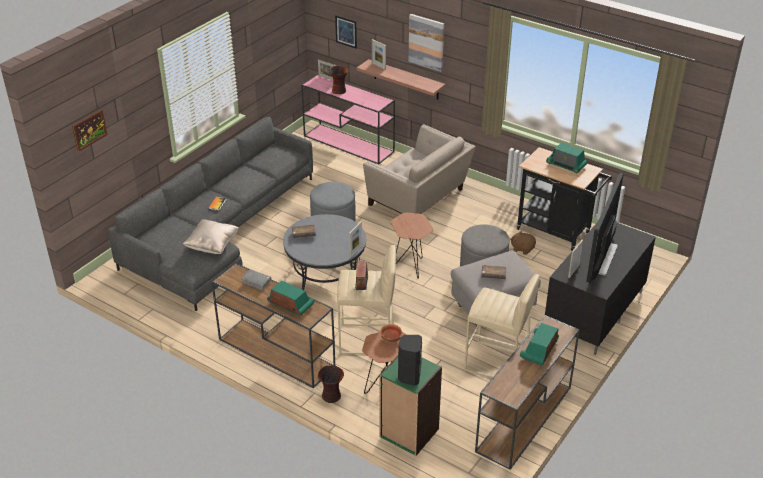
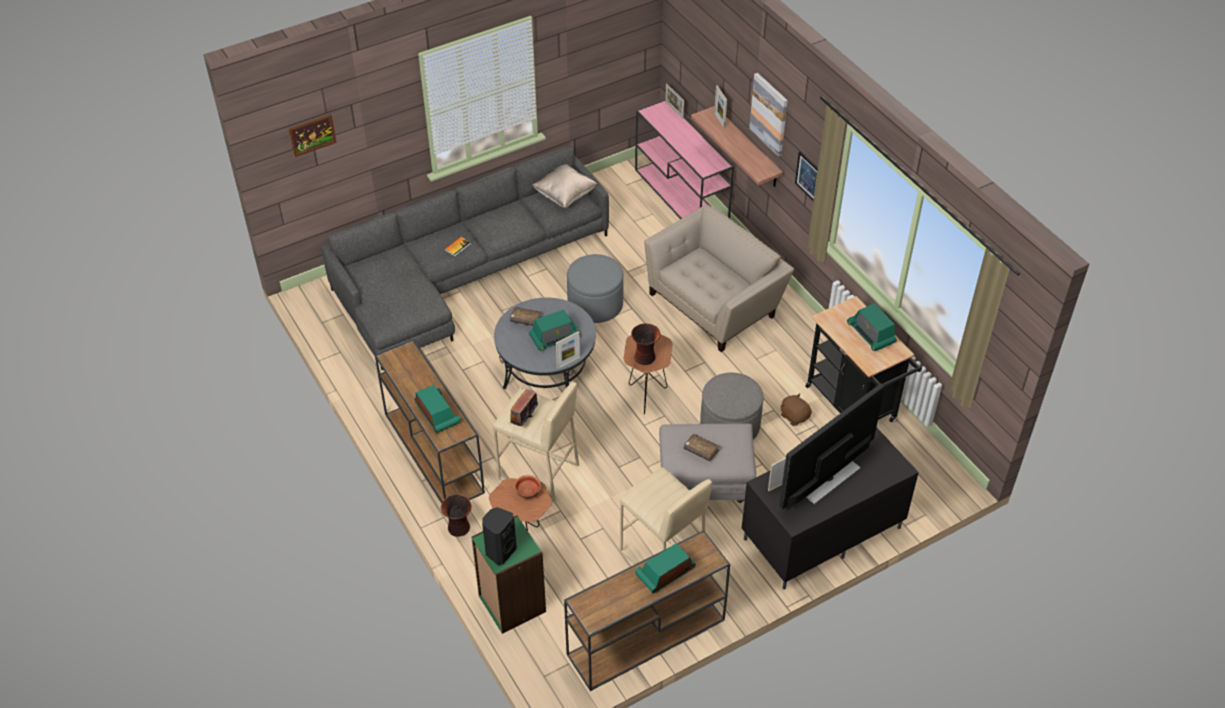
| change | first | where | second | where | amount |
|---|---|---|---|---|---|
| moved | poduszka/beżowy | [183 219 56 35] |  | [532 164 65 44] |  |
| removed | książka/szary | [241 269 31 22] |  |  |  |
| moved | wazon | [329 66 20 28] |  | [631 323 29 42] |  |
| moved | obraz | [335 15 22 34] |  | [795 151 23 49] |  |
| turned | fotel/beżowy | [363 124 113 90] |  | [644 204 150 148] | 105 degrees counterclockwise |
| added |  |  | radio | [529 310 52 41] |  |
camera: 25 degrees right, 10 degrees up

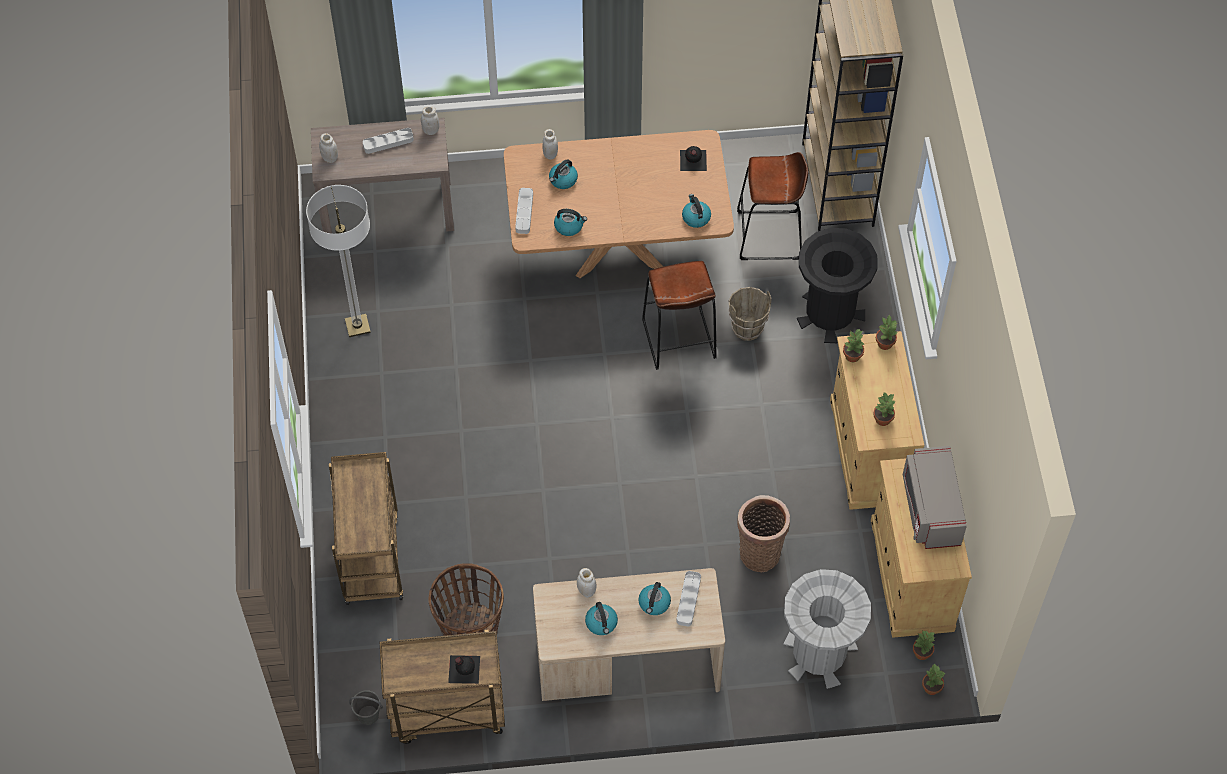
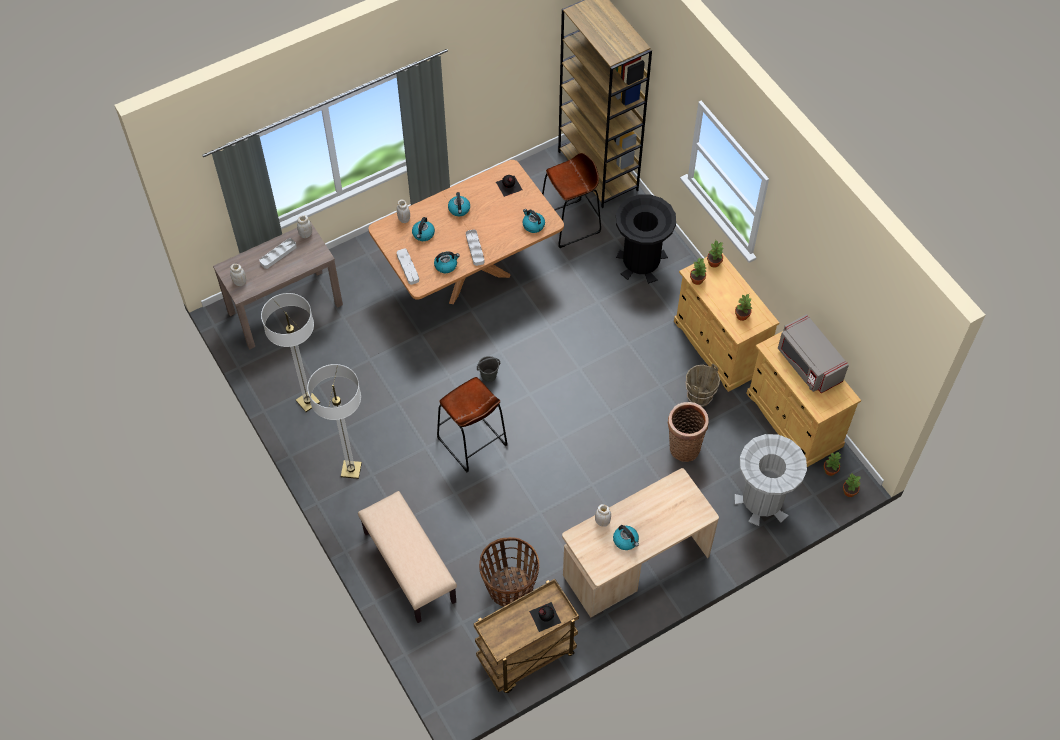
| change | first | where | second | where | amount |
|---|---|---|---|---|---|
| replaced | wózek/brązowy | [329 452 74 153] | ławka/beżowy | [358 491 99 132] |  |
| moved | wiadro/szary | [349 690 34 35] |  | [477 356 23 26] |  |
| moved | czajnik | [638 582 33 33] |  | [448 192 22 24] |  |
| moved | stołek/brązowy | [642 261 75 109] |  | [437 377 70 95] |  |
| moved | taca/szary | [676 571 25 55] |  | [466 229 18 37] |  |
| moved | wiadro/brązowy | [729 287 43 54] |  | [686 363 34 44] |  |
| added |  |  | lampa stojąca | [307 364 55 115] |  |
camera: 25 degrees left, 0 degrees up

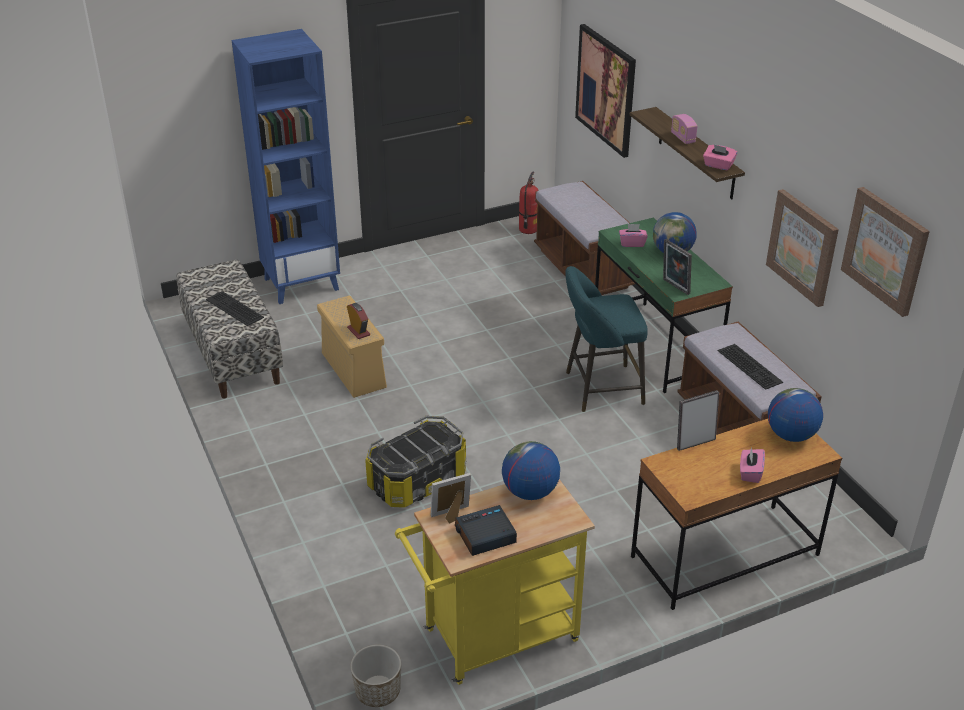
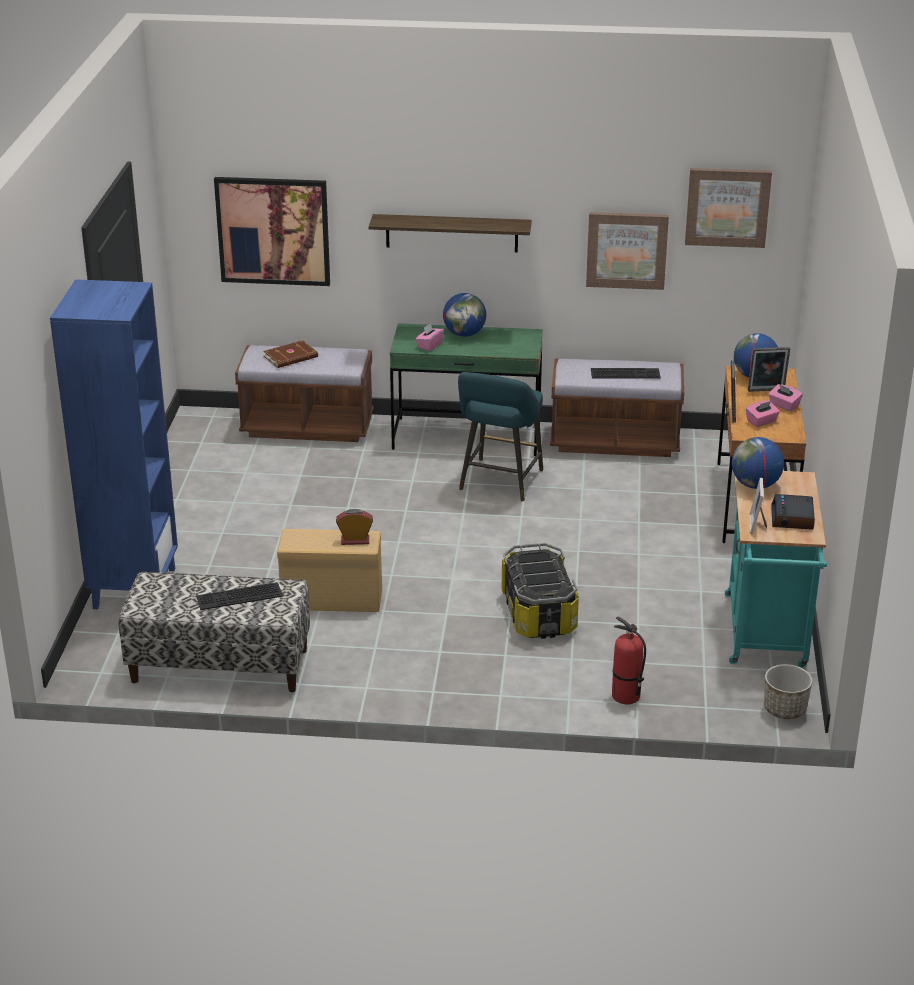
| change | first | where | second | where | amount |
|---|---|---|---|---|---|
| recoloured | wózek/żółty | [395 479 200 206] | wózek/turkusowy | [725 471 102 197] |  |
| moved | gaśnica | [519 172 20 62] |  | [612 617 34 87] |  |
| moved | ramka na zdjęcie | [663 239 29 56] |  | [748 347 42 45] |  |
| removed | radio | [671 114 27 30] |  |  |  |
| moved | pudełko chusteczek/różowy | [703 144 34 27] |  | [746 401 34 26] |  |
| added |  |  | książka/brązowy | [263 340 55 28] |  |
camera: 60 degrees left, 5 degrees down

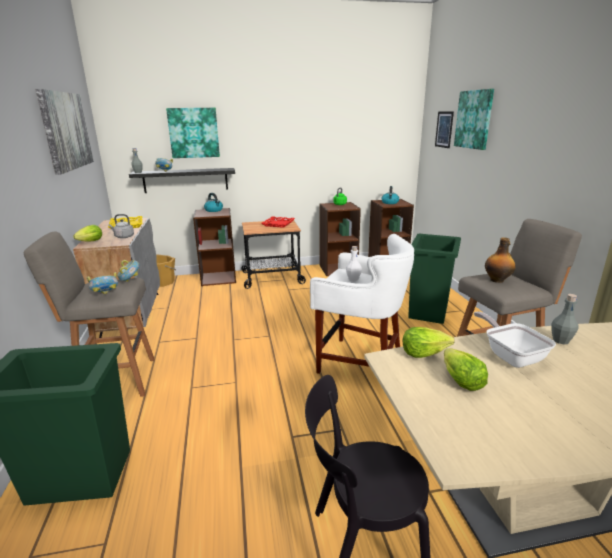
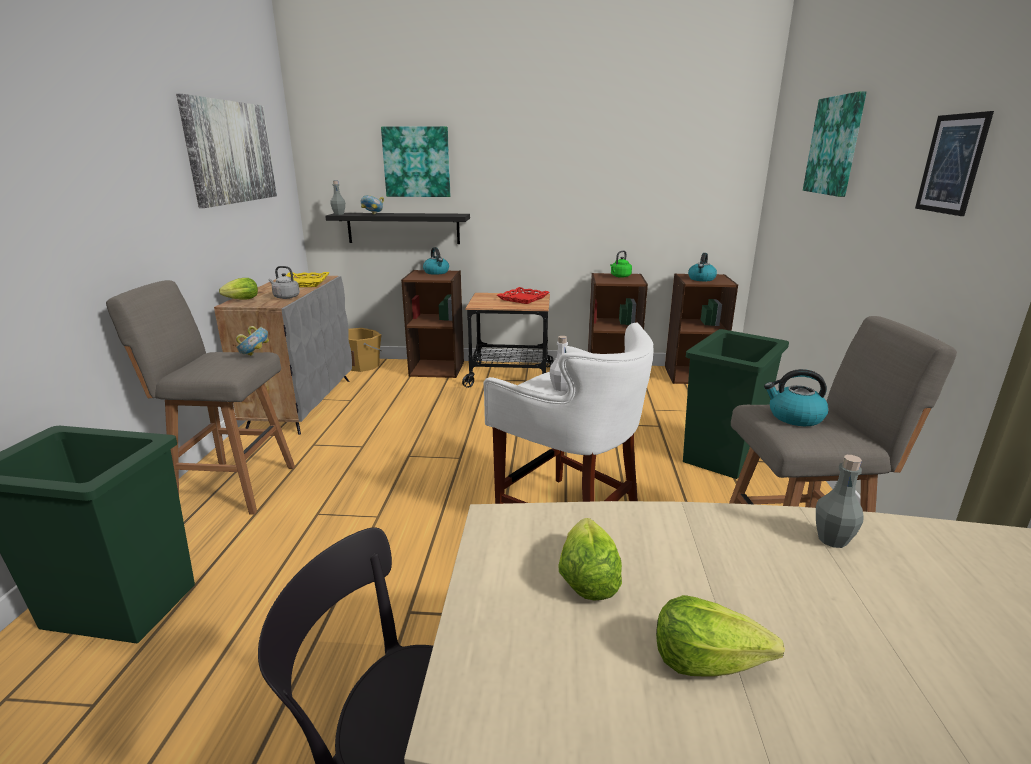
| change | first | where | second | where | amount |
|---|---|---|---|---|---|
| removed | miska | [87 272 31 22] |  |  |  |
| moved | sałata | [403 327 52 31] |  | [656 595 129 82] |  |
| moved | obraz | [435 111 19 37] |  | [915 111 79 105] |  |
| removed | patelnia | [474 311 82 57] |  |  |  |
| replaced | butelka | [485 237 30 46] | czajnik | [764 369 64 57] |  |
camera: 15 degrees right, 0 degrees up

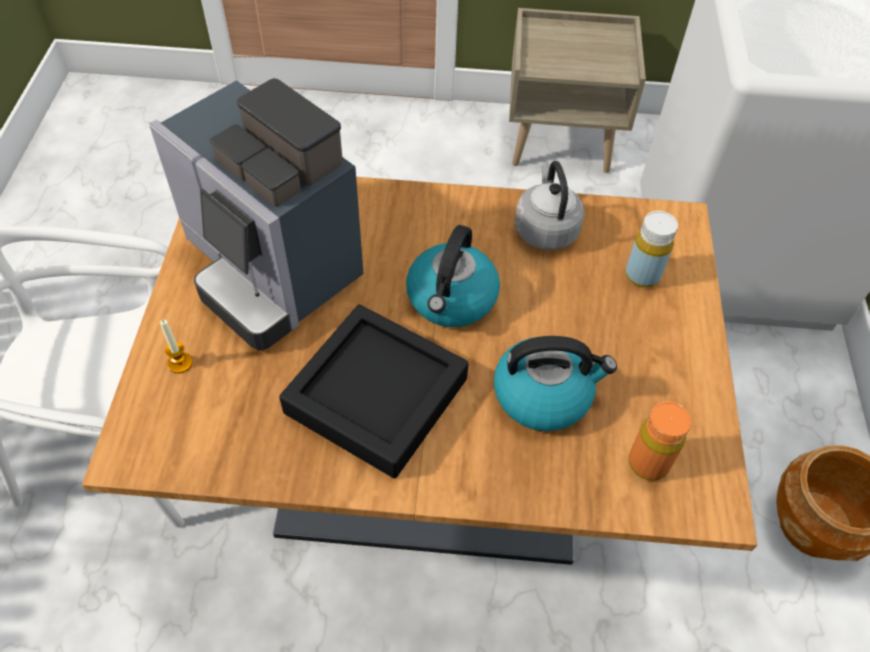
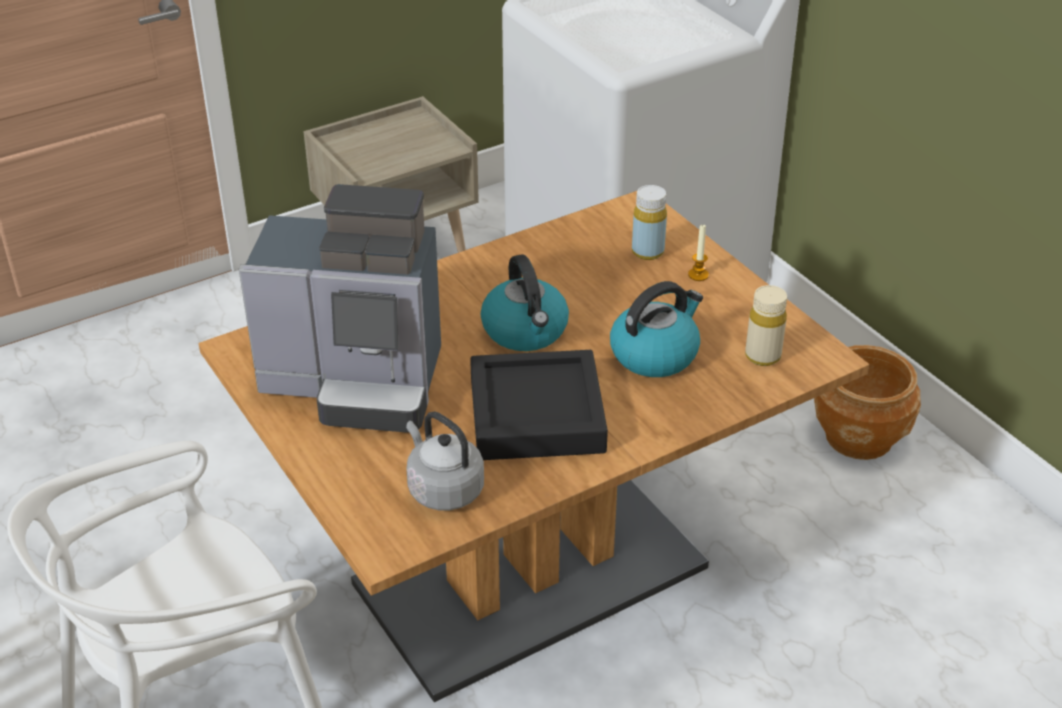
| change | first | where | second | where | amount |
|---|---|---|---|---|---|
| moved | świeca | [160 320 33 53] |  | [688 225 21 56] |  |
| moved | czajnik/szary | [515 161 69 89] |  | [406 411 78 99] |  |
| recoloured | butelka/pomarańczowy | [628 401 63 80] | butelka/beżowy | [745 285 42 81] |  |
camera: 35 degrees left, 15 degrees down

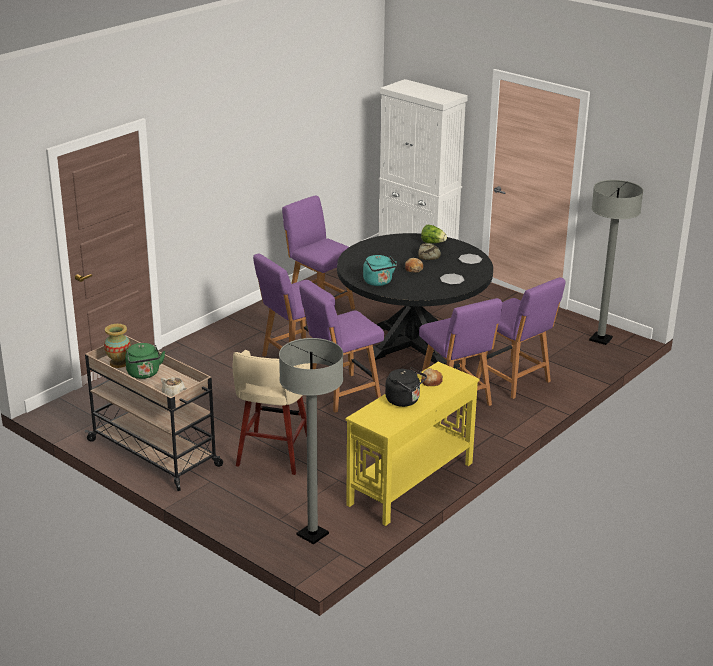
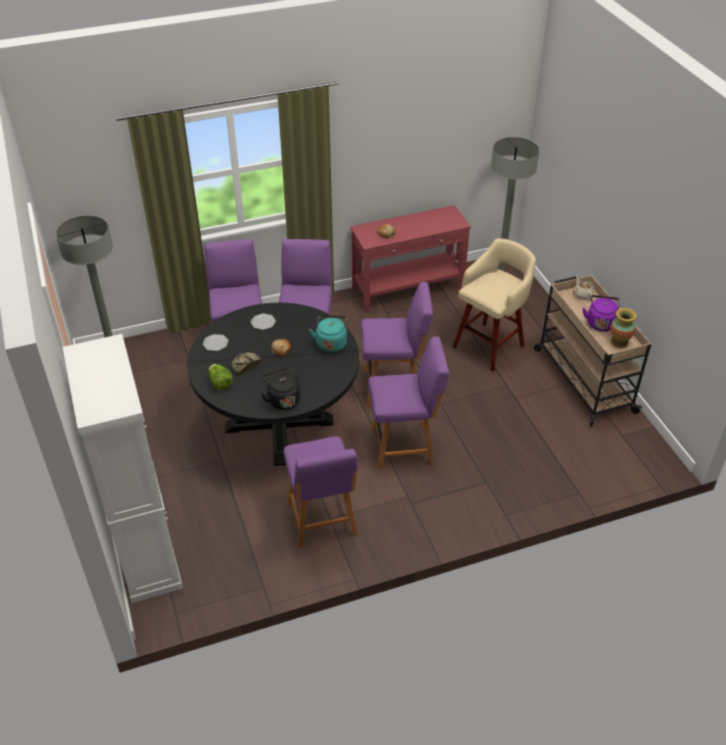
| change | first | where | second | where | amount |
|---|---|---|---|---|---|
| recoloured | czajnik/zielony | [125 343 40 36] | czajnik/fioletowy | [583 295 36 36] |  |
| recoloured | stolik konsolowy/żółty | [345 362 134 164] | stolik konsolowy/czerwony | [350 205 121 107] |  |
| moved | czajnik/czarny | [385 367 42 40] |  | [261 367 39 43] |  |
camera: 150 degrees left, 15 degrees up

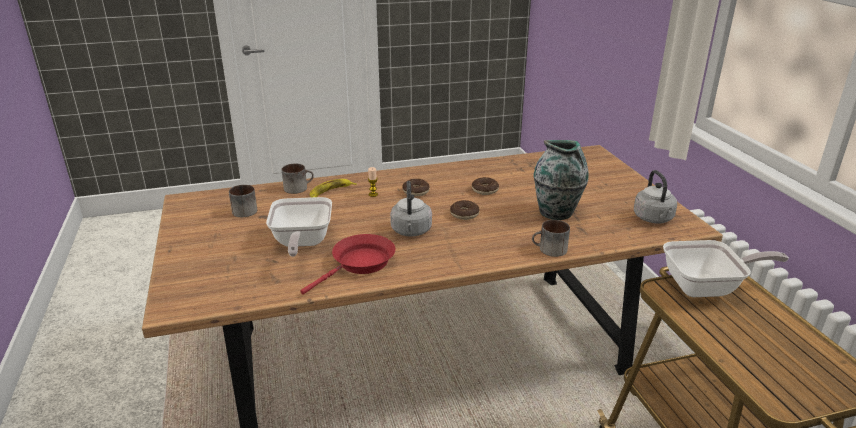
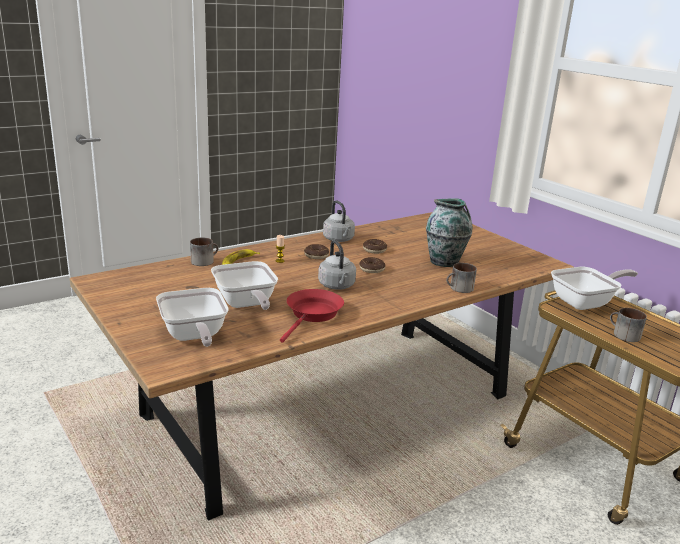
| change | first | where | second | where | amount |
|---|---|---|---|---|---|
| moved | kubek | [229 185 28 32] |  | [610 308 37 34] |  |
| moved | czajnik/szary | [634 170 43 53] |  | [323 200 32 42] |  |
| added |  |  | patelnia | [156 288 73 59] |  |
camera: 20 degrees left, 5 degrees down

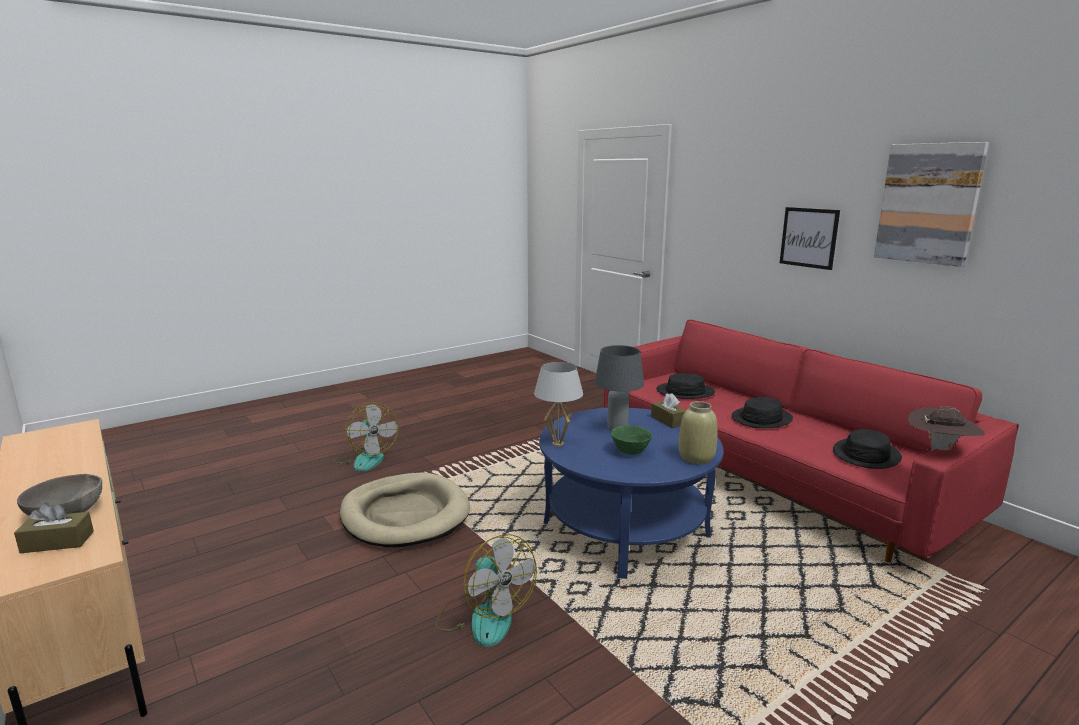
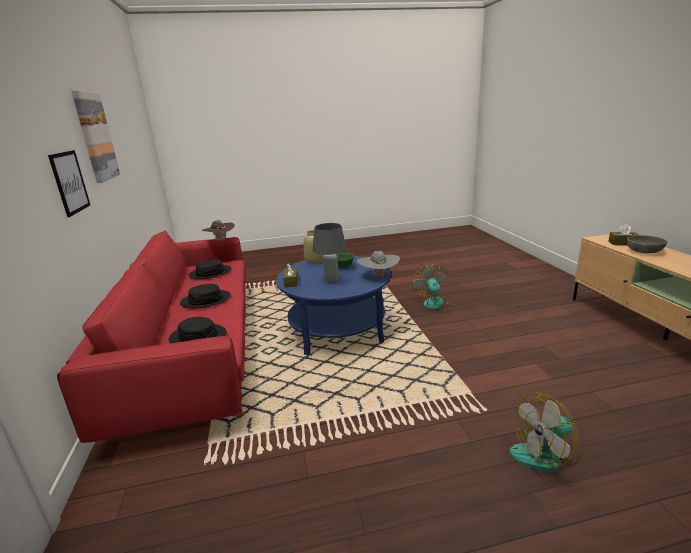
| change | first | where | second | where | amount |
|---|---|---|---|---|---|
| turned | wentylator | [333 402 66 69] |  | [509 392 71 80] | 105 degrees counterclockwise |
| removed | legowisko/beżowy | [340 472 130 75] |  |  |  |
| replaced | lampa stołowa/biały | [534 362 49 85] | kapelusz/szary | [357 251 43 27] |  |
camera: 155 degrees left, 5 degrees up

